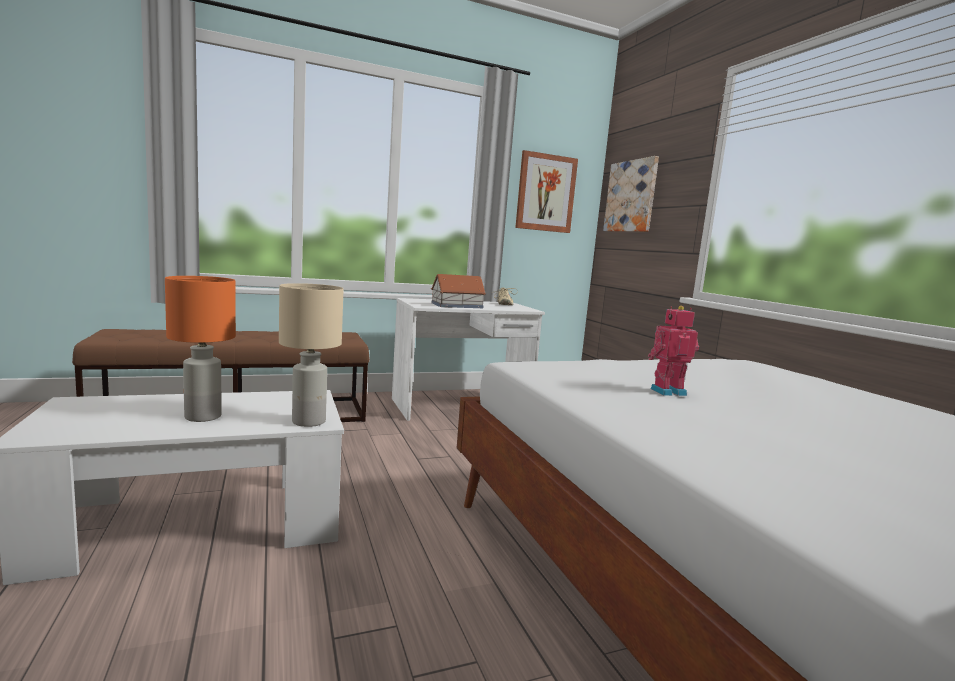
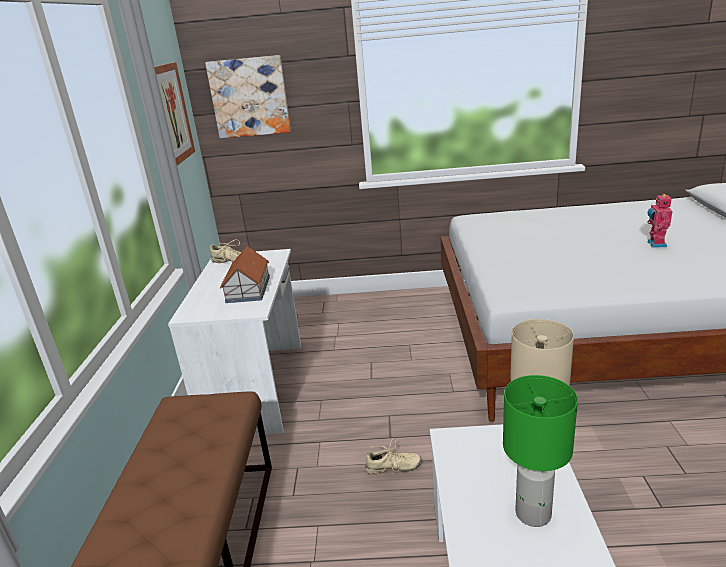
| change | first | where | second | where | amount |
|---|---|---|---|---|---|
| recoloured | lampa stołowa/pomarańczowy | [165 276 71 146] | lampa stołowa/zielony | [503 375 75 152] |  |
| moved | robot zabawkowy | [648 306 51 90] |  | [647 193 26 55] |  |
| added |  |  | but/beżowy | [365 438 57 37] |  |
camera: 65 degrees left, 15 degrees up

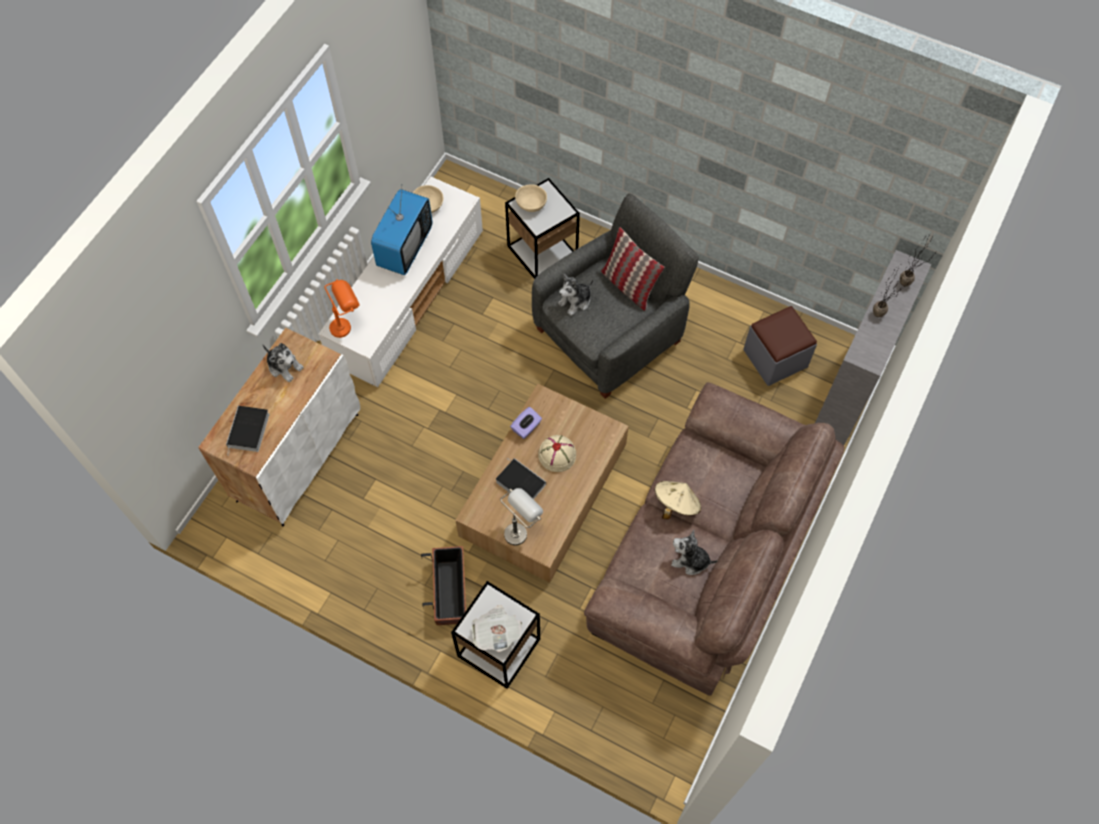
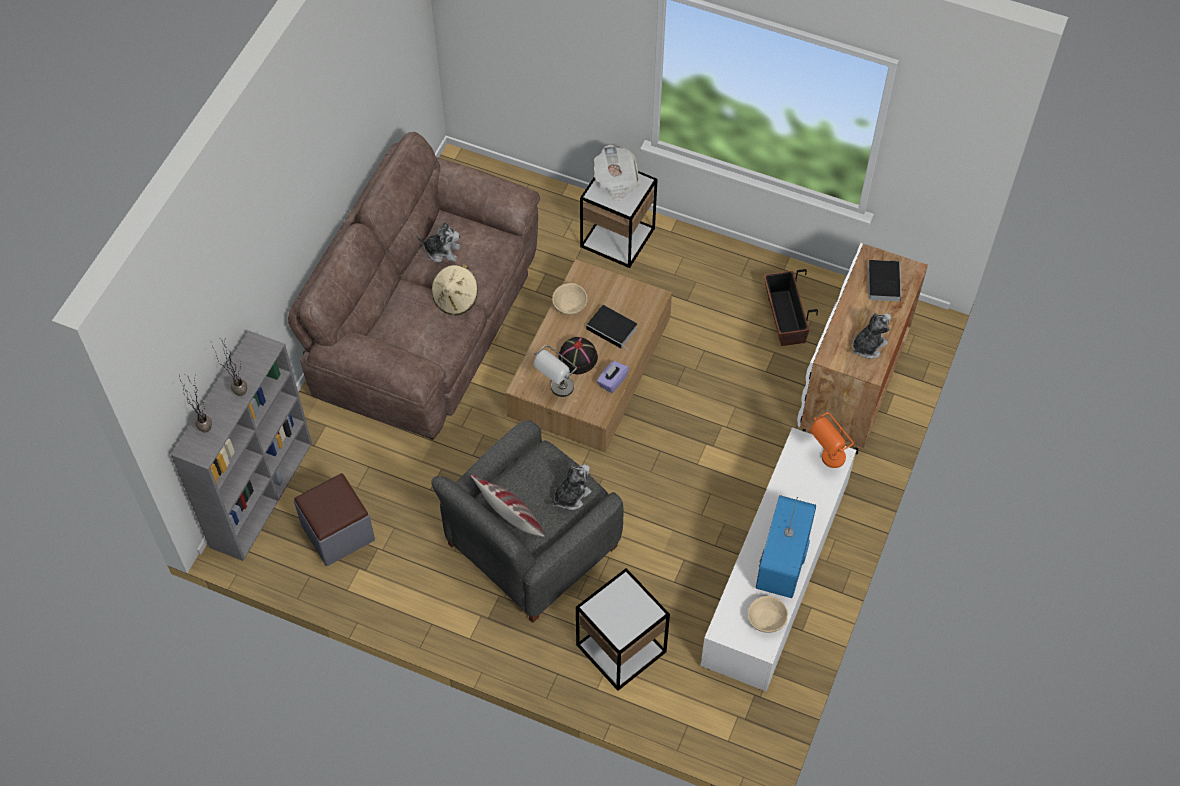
| change | first | where | second | where | amount |
|---|---|---|---|---|---|
| turned | pluszak | [262 343 42 39] |  | [852 313 39 46] | 105 degrees clockwise |
| moved | donica | [421 546 45 79] |  | [764 269 54 77] |  |
| moved | lampa stołowa/szary | [500 488 43 57] |  | [533 345 44 52] |  |
| moved | miska/beżowy | [515 184 32 28] |  | [552 283 35 32] |  |
| recoloured | kapelusz/beżowy | [538 435 38 37] | kapelusz/czarny | [558 337 40 37] |  |
camera: 175 degrees right, 5 degrees down

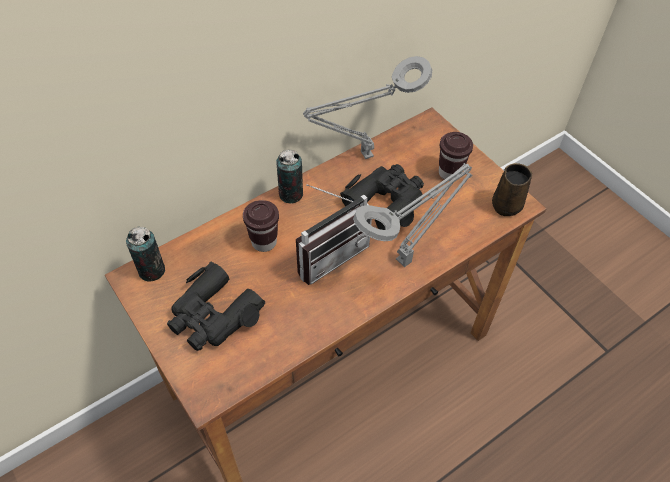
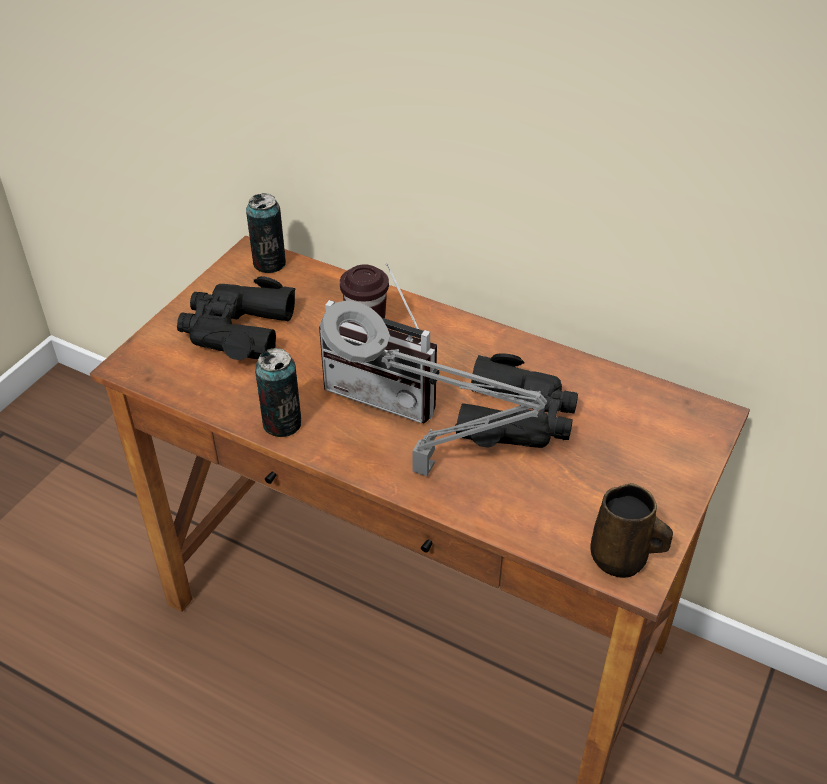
| change | first | where | second | where | amount |
|---|---|---|---|---|---|
| moved | puszka | [276 150 27 54] |  | [255 348 46 89] |  |
| removed | lampa stołowa/szary | [303 56 129 103] |  |  |  |
| removed | filiżanka/brązowy | [439 132 34 49] |  |  |  |
camera: 65 degrees right, 10 degrees down

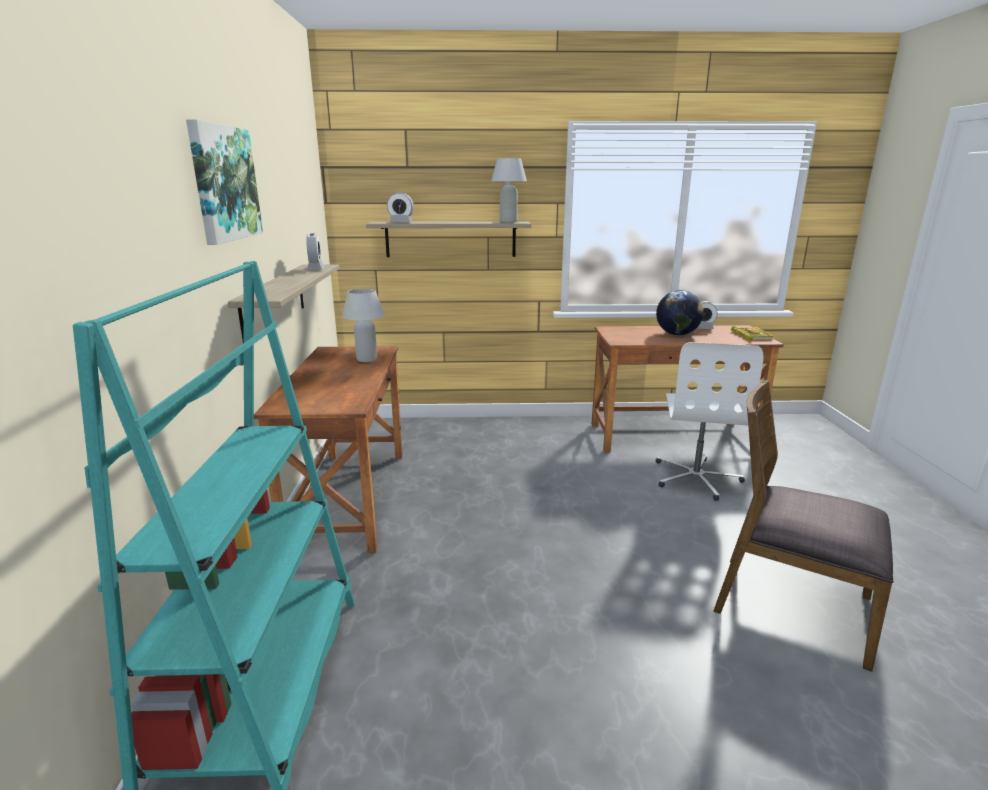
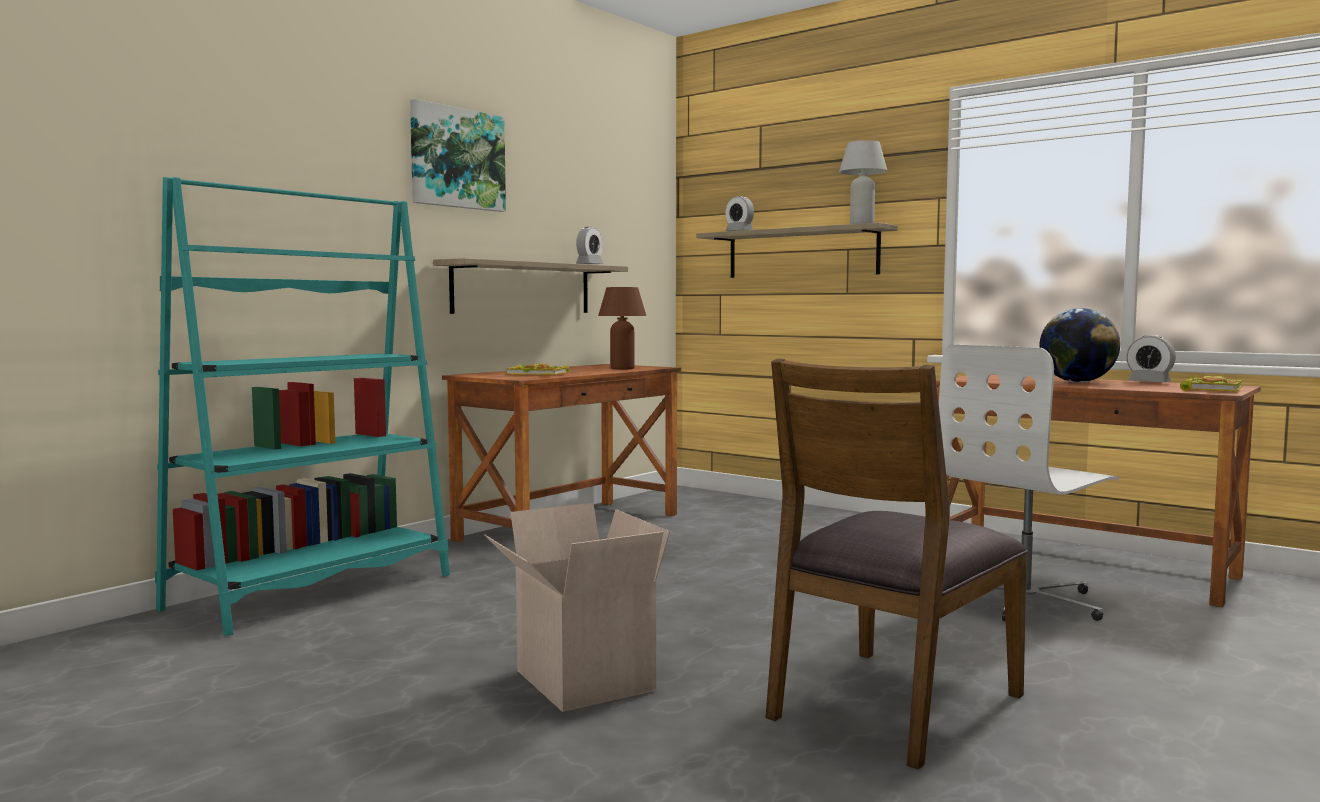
| change | first | where | second | where | amount |
|---|---|---|---|---|---|
| recoloured | lampa stołowa/biały | [342 289 43 73] | lampa stołowa/brązowy | [598 287 48 83] |  |
| turned | krzesło/brązowy | [713 380 180 292] |  | [766 359 262 411] | 120 degrees counterclockwise |
| added |  |  | karton | [484 503 186 209] |  |
| added |  |  | książka | [505 364 64 11] |  |
camera: 40 degrees right, 15 degrees down

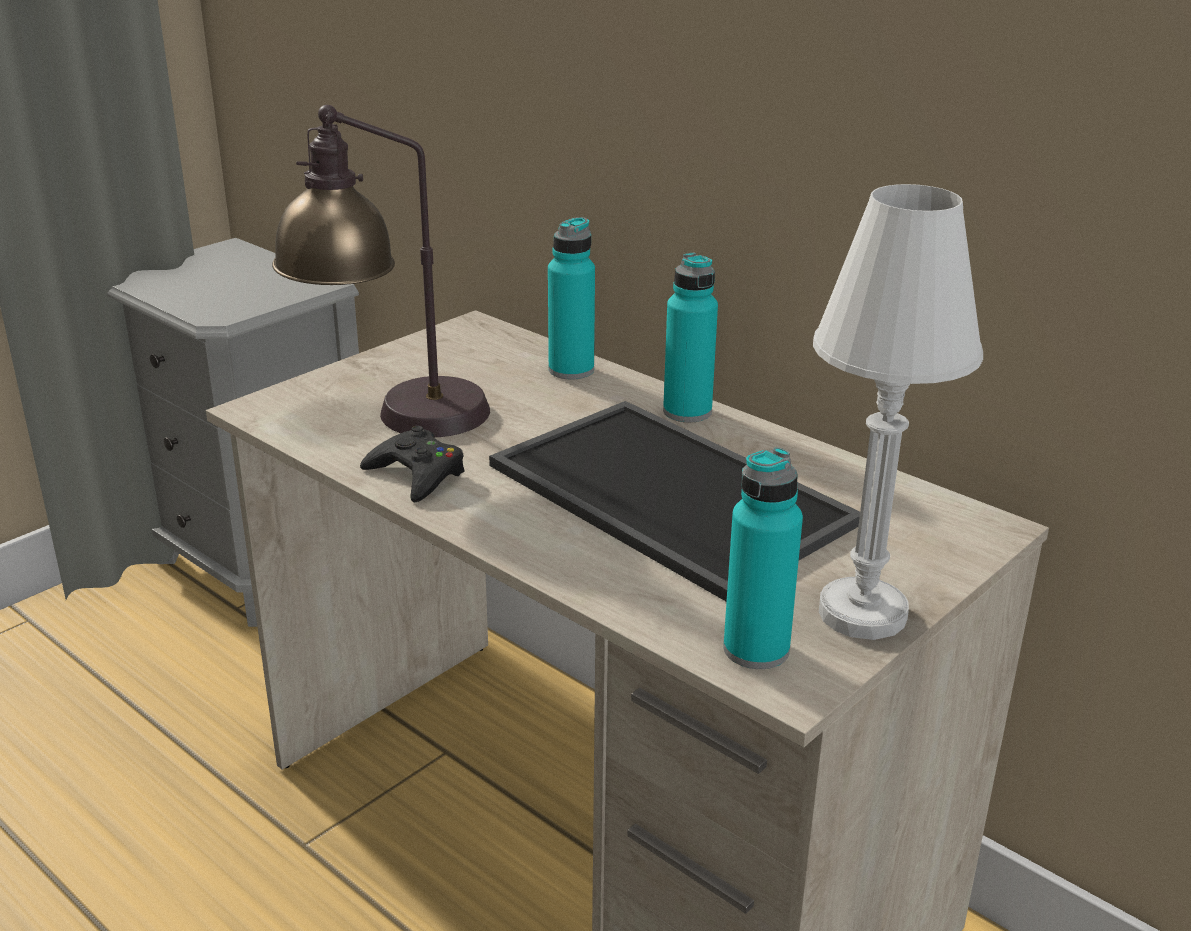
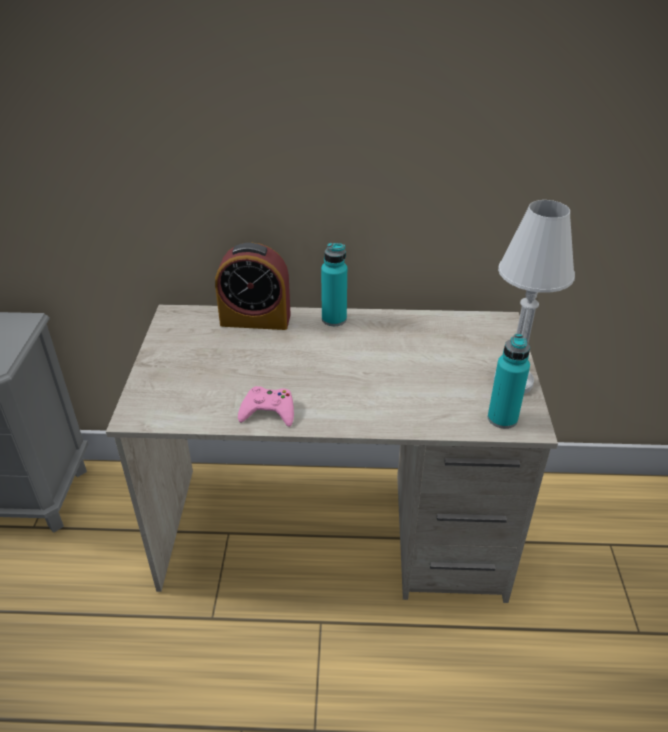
| change | first | where | second | where | amount |
|---|---|---|---|---|---|
| removed | lampa stołowa | [272 105 218 332] |  |  |  |
| recoloured | pad do gier/czarny | [360 426 105 77] | pad do gier/różowy | [238 386 56 41] |  |
| removed | taca | [489 401 371 201] |  |  |  |
| replaced | butelka/turkusowy | [548 217 47 162] | budzik | [215 243 76 87] |  |
camera: 40 degrees left, 10 degrees up

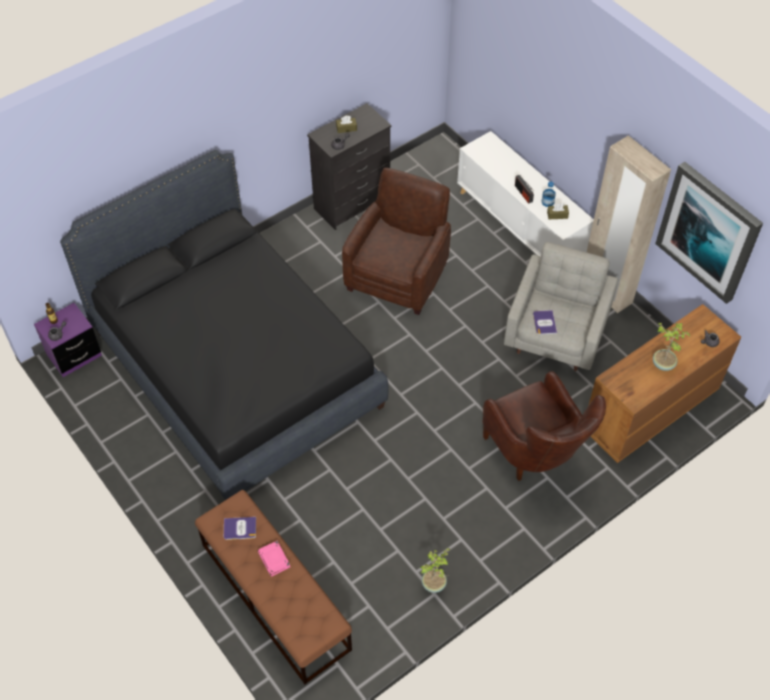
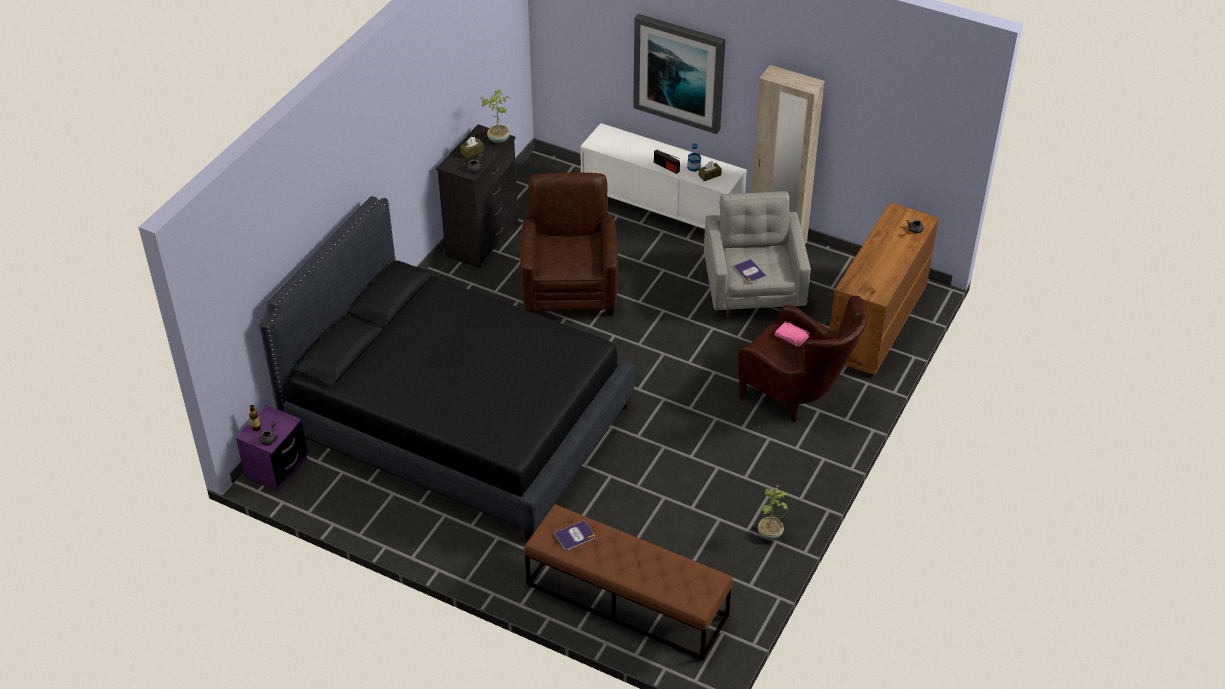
| change | first | where | second | where | amount |
|---|---|---|---|---|---|
| moved | książka/różowy | [258 541 32 35] |  | [774 321 35 26] |  |
| moved | roślina doniczkowa | [653 323 38 48] |  | [481 90 30 53] |  |
| moved | obraz | [655 162 108 142] |  | [633 14 92 120] |  |
camera: 25 degrees left, 10 degrees down

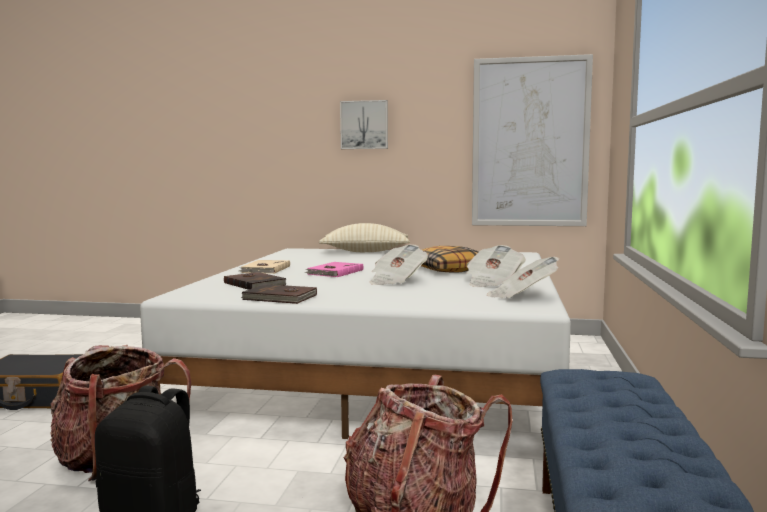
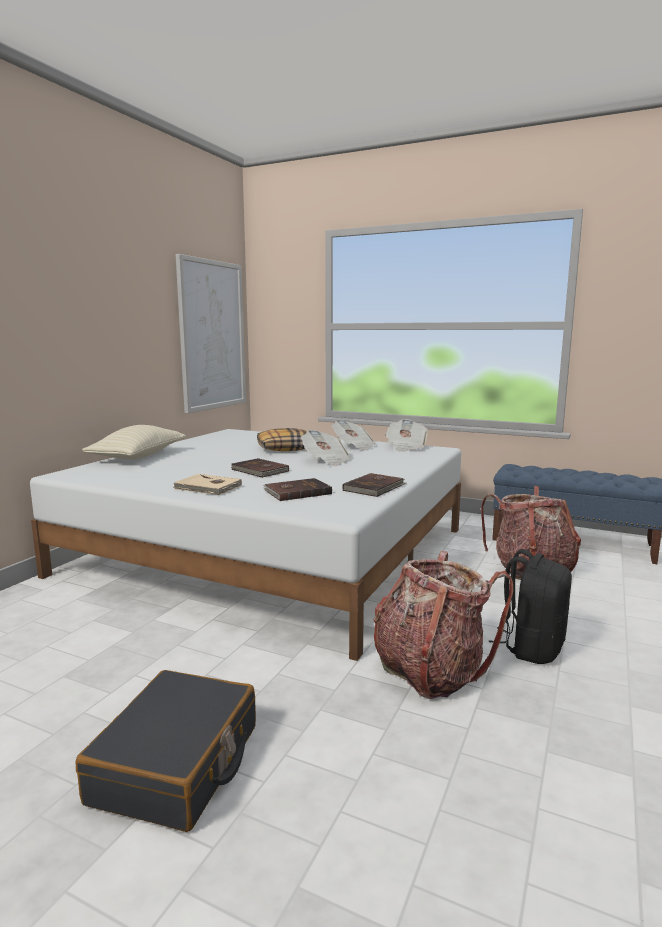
| change | first | where | second | where | amount |
|---|---|---|---|---|---|
| recoloured | książka/różowy | [304 262 59 15] | książka/brązowy | [231 458 58 20] |  |
| removed | obraz | [340 100 48 49] |  |  |  |
camera: 75 degrees left, 5 degrees up

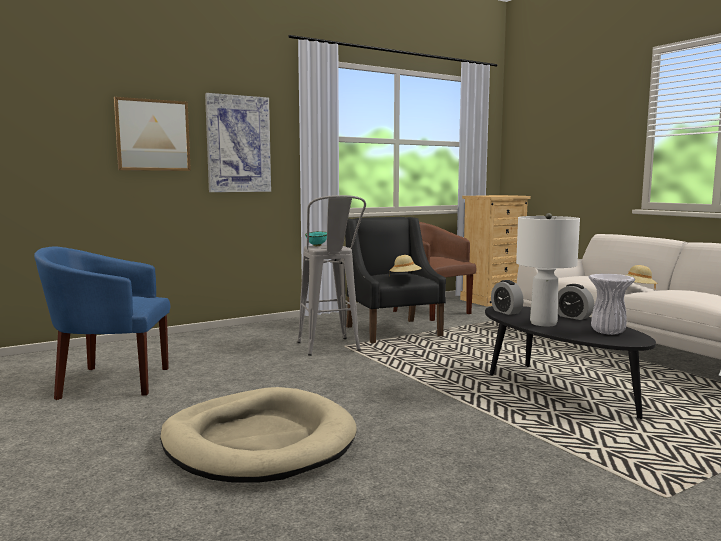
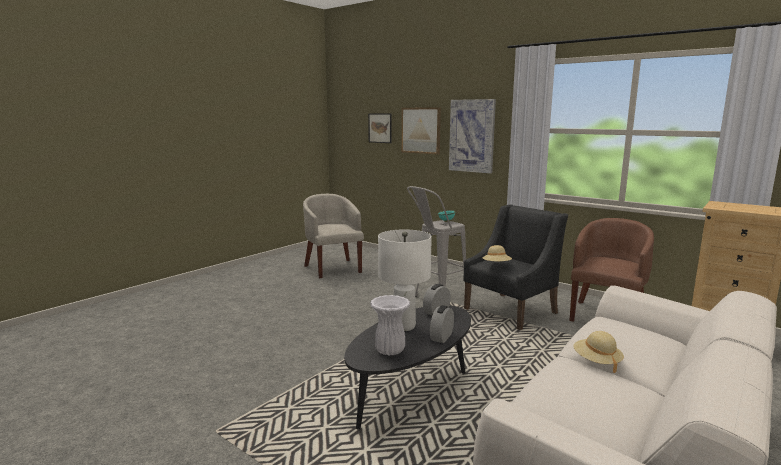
| change | first | where | second | where | amount |
|---|---|---|---|---|---|
| recoloured | fotel/niebieski | [34 246 136 154] | fotel/beżowy | [303 194 61 84] |  |
| removed | legowisko/beżowy | [160 387 197 95] |  |  |  |
| added |  |  | obraz | [368 113 24 30] |  |
camera: 70 degrees right, 5 degrees up

